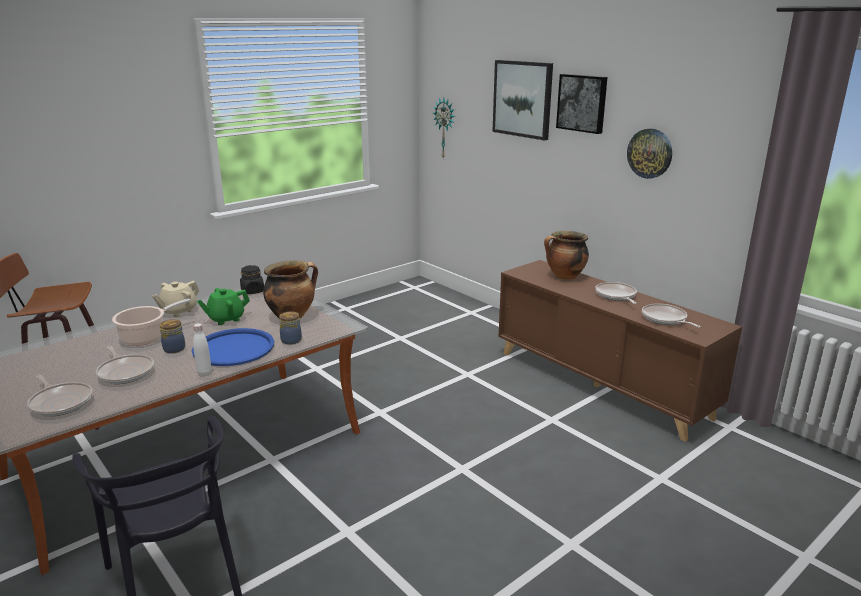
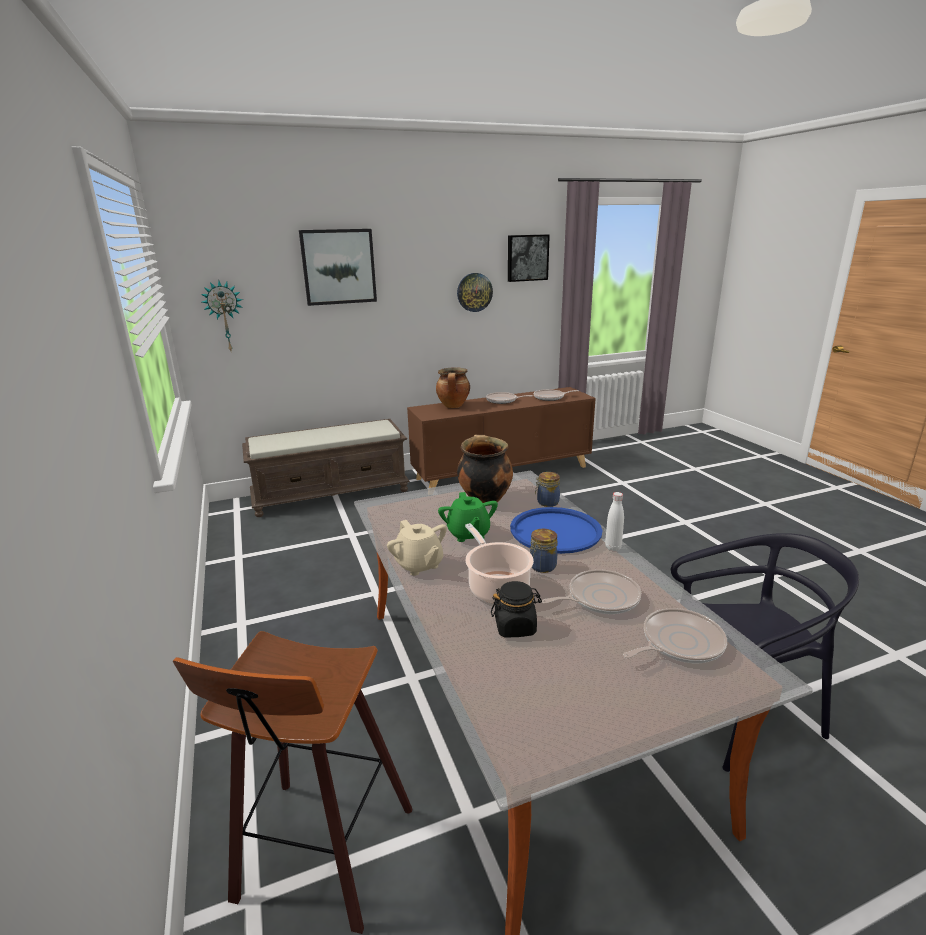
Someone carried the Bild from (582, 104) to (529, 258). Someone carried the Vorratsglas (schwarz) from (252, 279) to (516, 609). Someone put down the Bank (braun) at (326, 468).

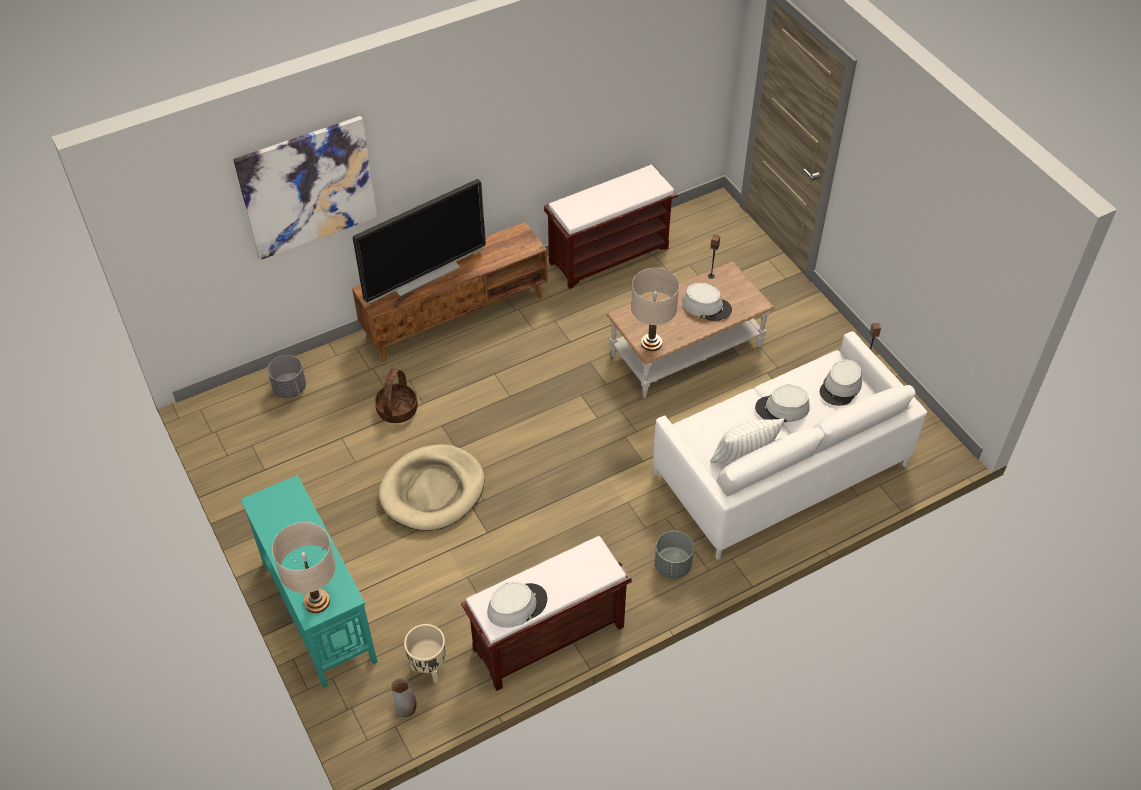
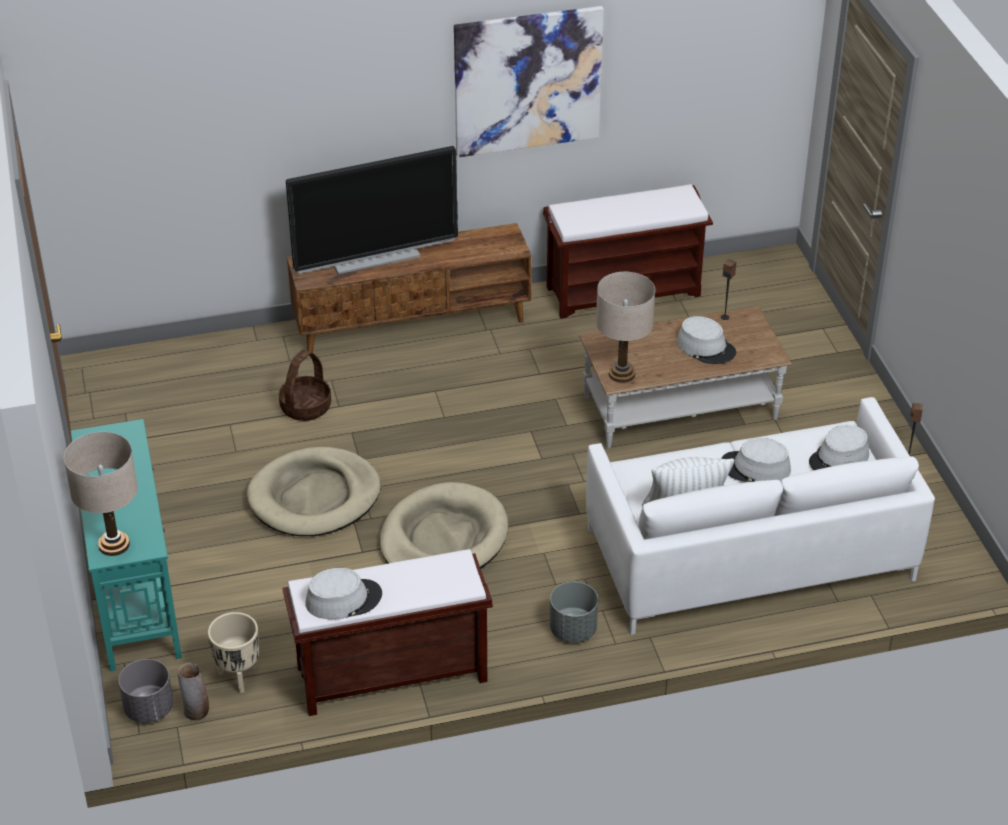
Someone carried the Bild from (305, 188) to (529, 81). Someone carried the Pflanzkübel (grau) from (287, 376) to (145, 691). Someone put down the Hundebett (beige) at (443, 525).

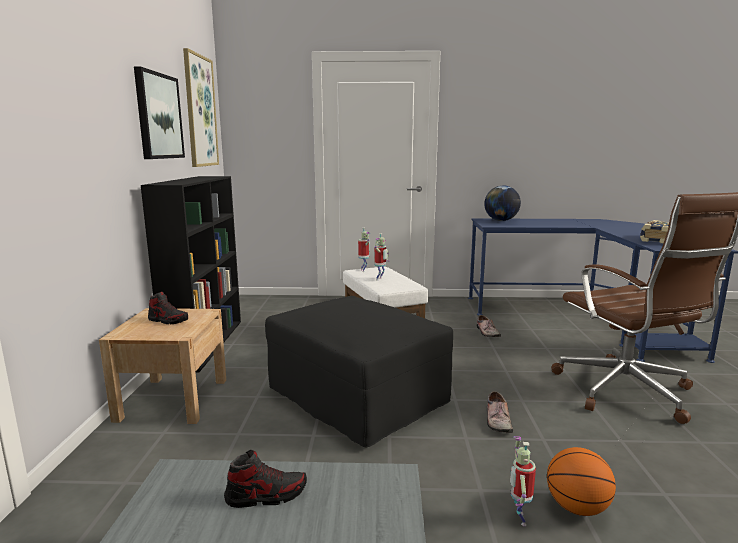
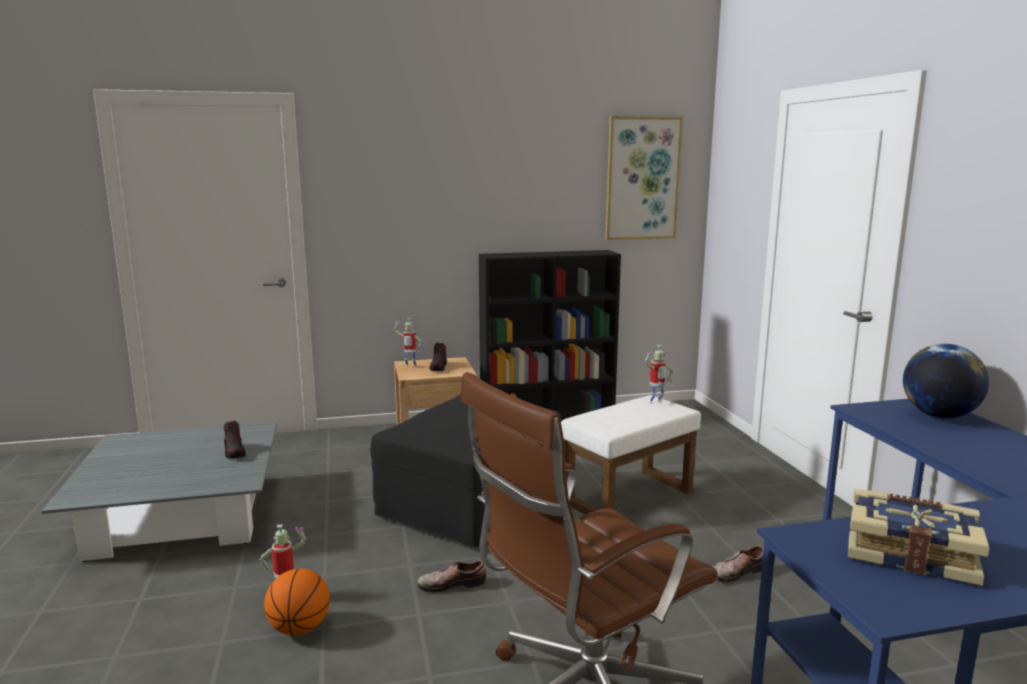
Someone took away the Bild at (159, 113). Someone carried the Spielzeugroboter from (381, 256) to (408, 342).

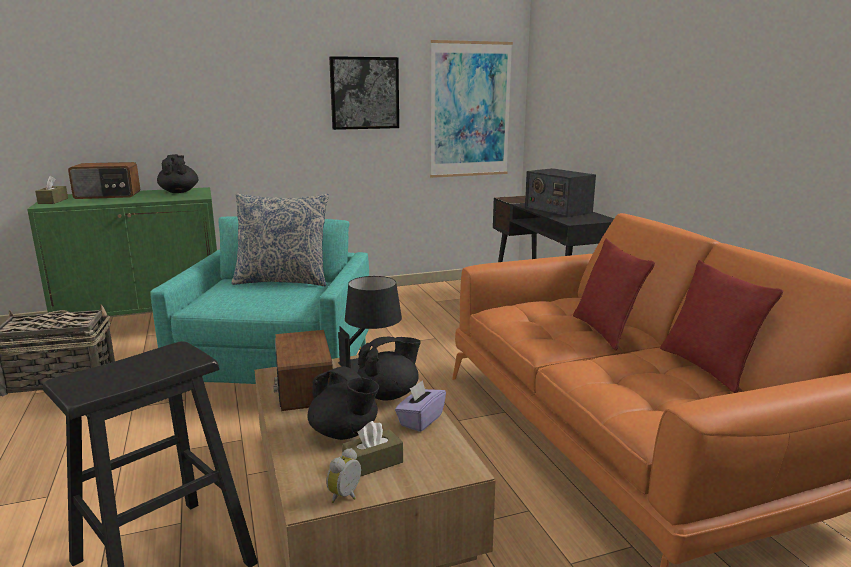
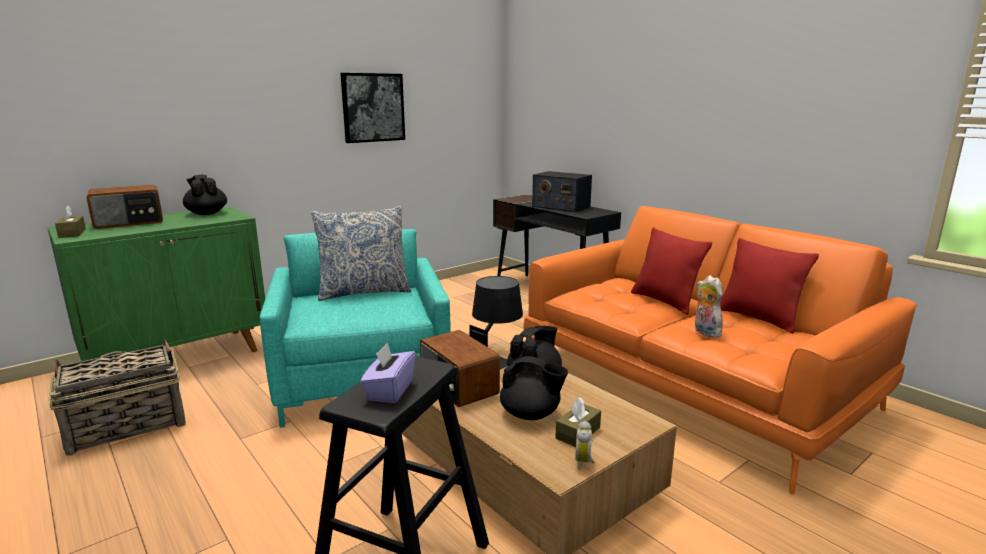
Someone took away the Bild at (471, 109). Someone carried the Taschentuchbox (lila) from (420, 406) to (388, 373). Someone put down the Plüschtier at (709, 306).

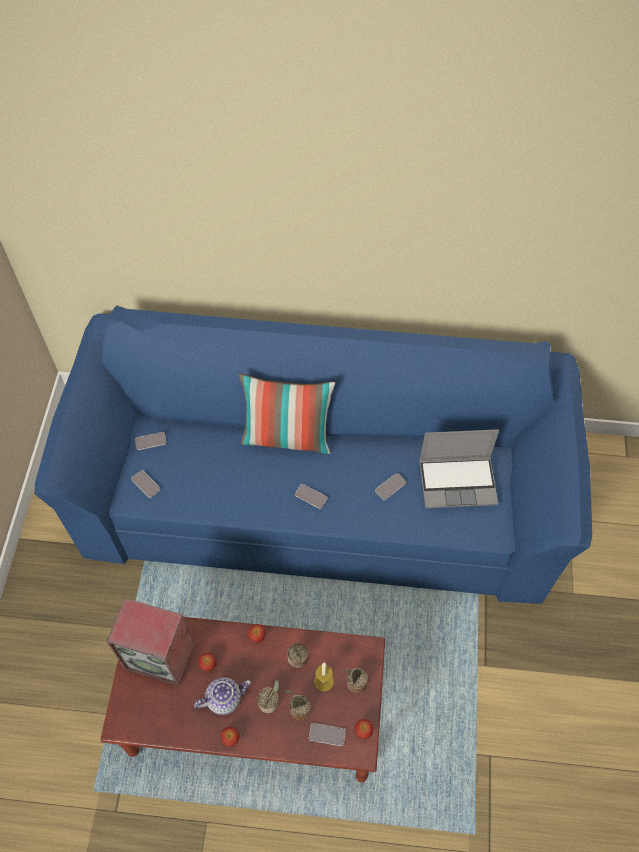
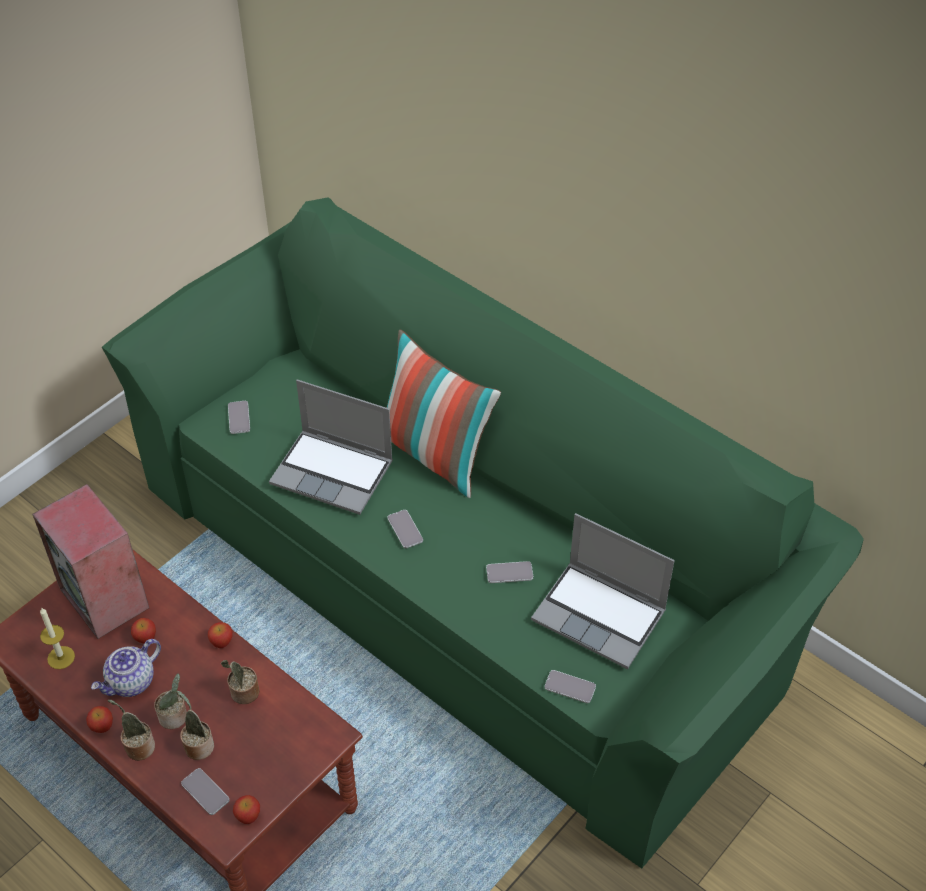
Someone repainted the Sofa (blau) at (313, 454), which became the Sofa (grün) at (483, 533). Someone carried the Handy from (150, 441) to (570, 686). Someone carried the Kerze from (324, 677) to (57, 638). Someone carried the Topfpflanze from (356, 681) to (131, 730). Someone rotated the Teekanne at (222, 696) by 120 degrees clockwise. Someone put down the Laptop at (331, 447).

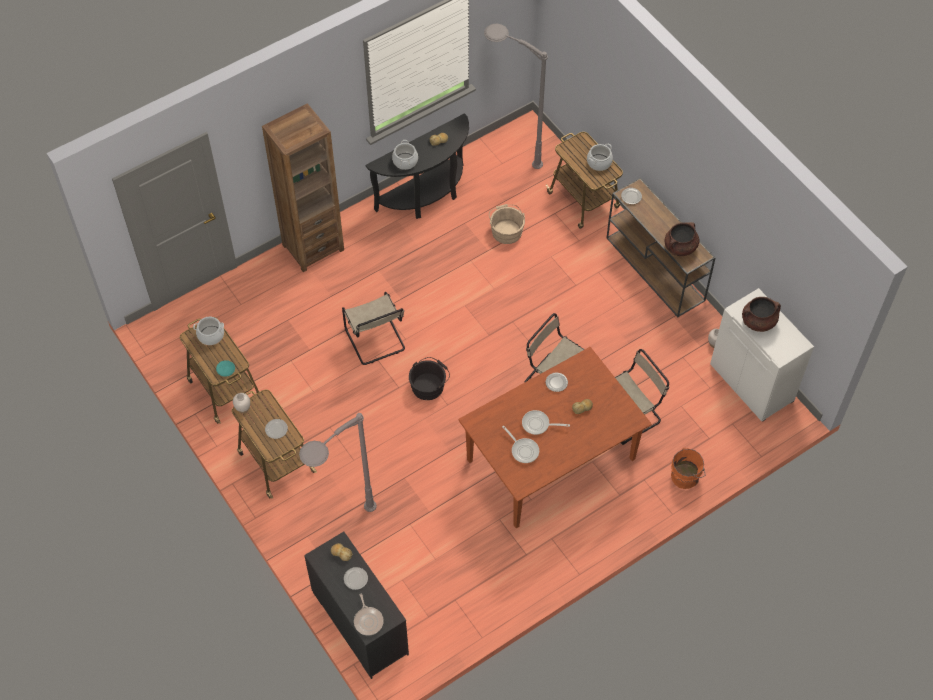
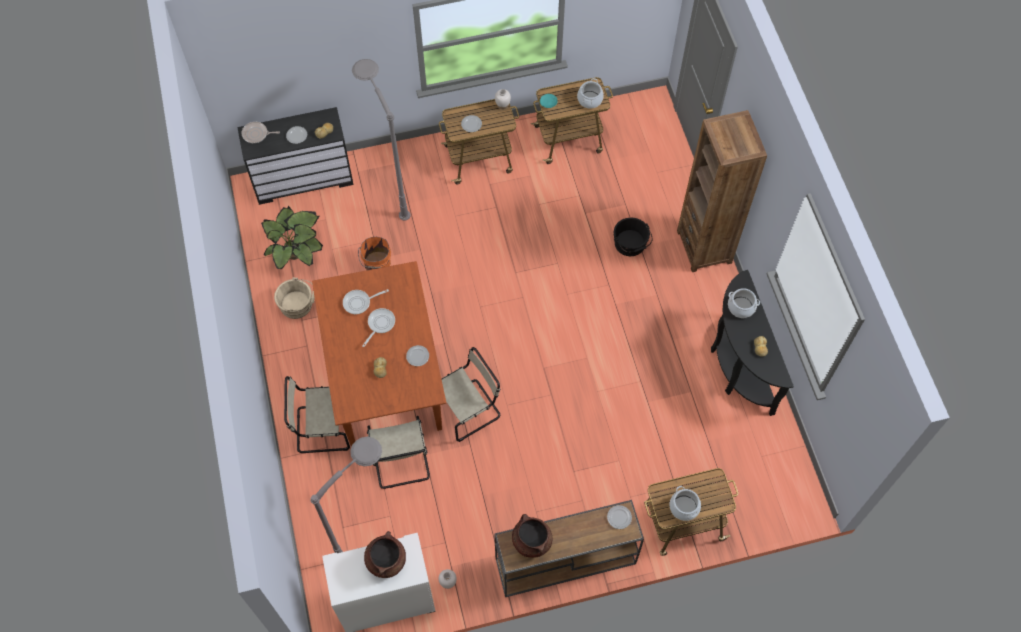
Someone carried the Stehlampe (grau) from (516, 96) to (346, 495). Someone carried the Eimer (beige) from (507, 224) to (294, 298). Someone carried the Stuhl (beige) from (373, 328) to (317, 414). Someone carried the Eimer (schwarz) from (429, 378) to (633, 237). Someone carried the Eimer (orange) from (688, 468) to (374, 253). Someone put down the Topfpflanze at (292, 237).

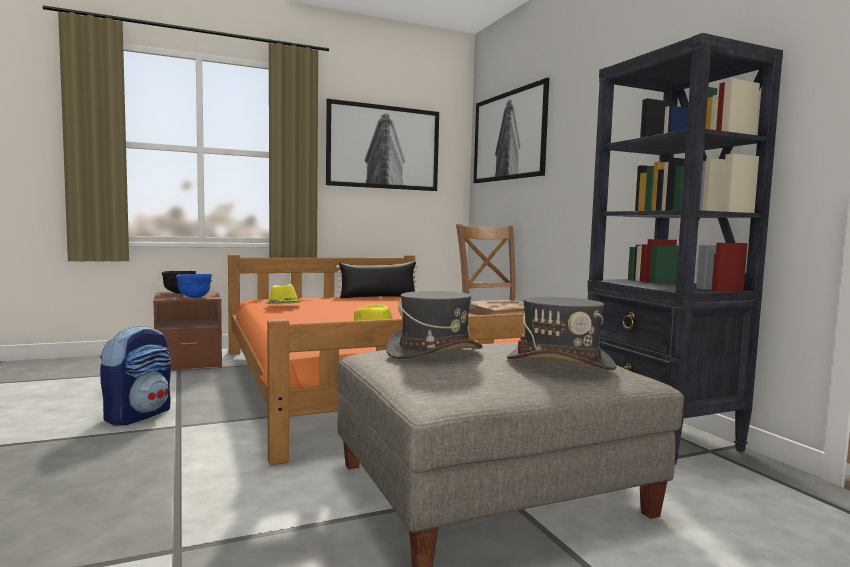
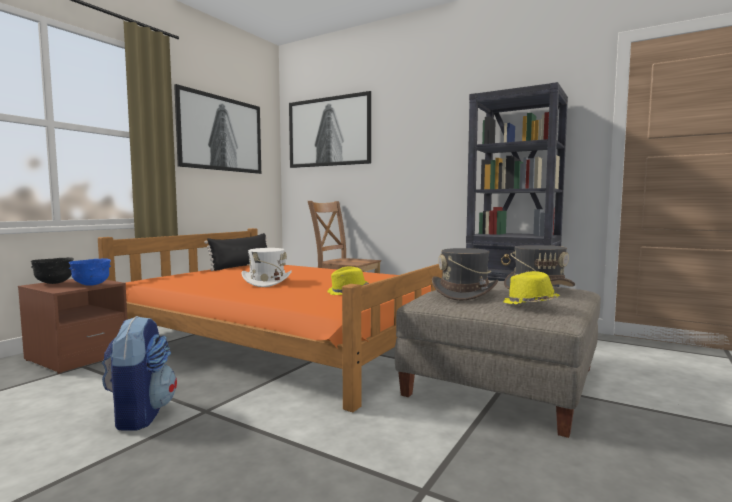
Someone carried the Hut (gelb) from (283, 294) to (531, 287). Someone put down the Hut (weiß) at (267, 267).

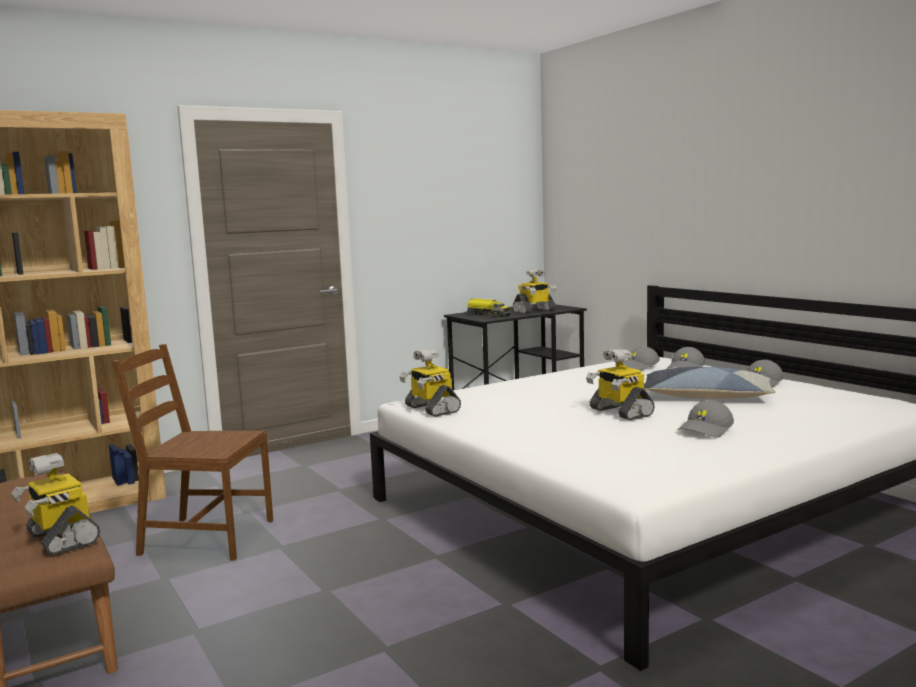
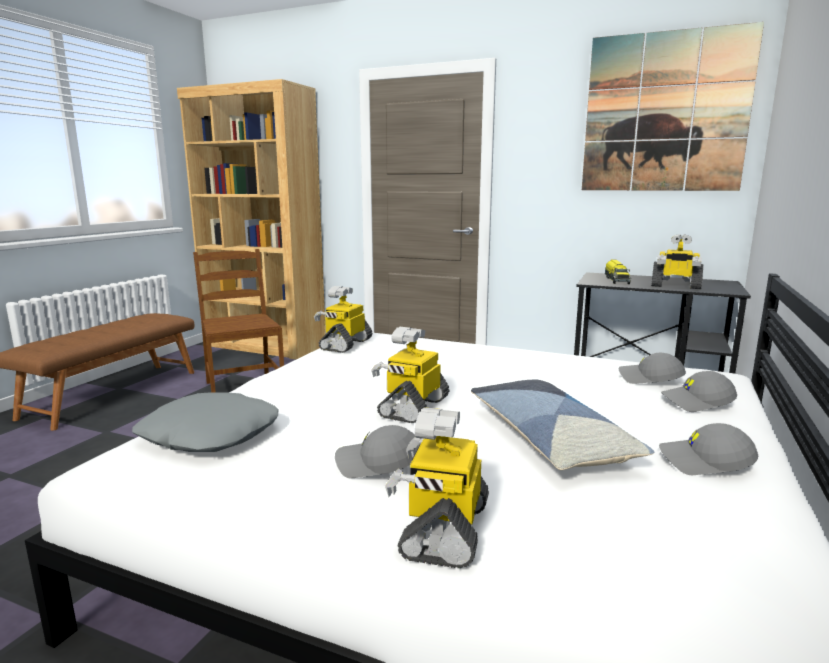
Someone carried the Spielzeugroboter from (55, 504) to (437, 487). Someone put up the Bild at (673, 106). Someone put down the Kissen (grau) at (205, 422).

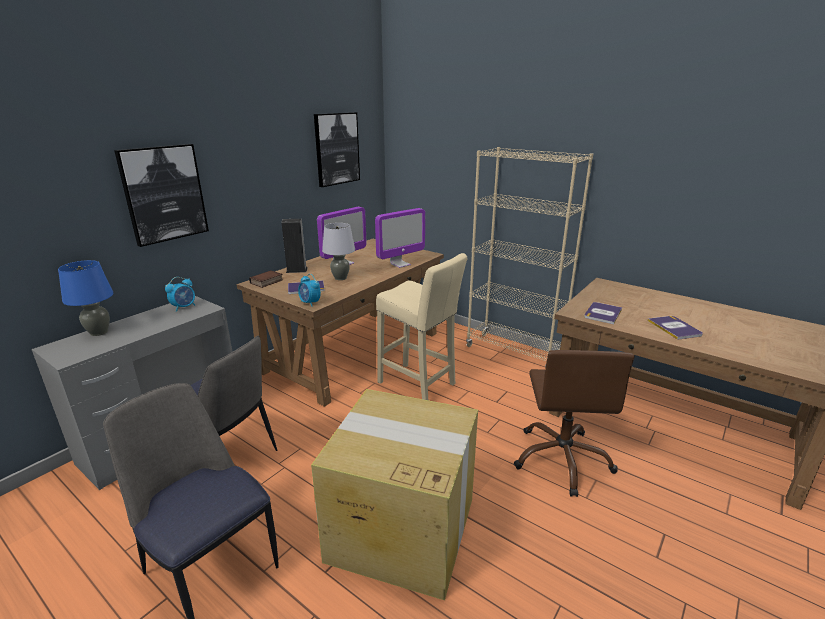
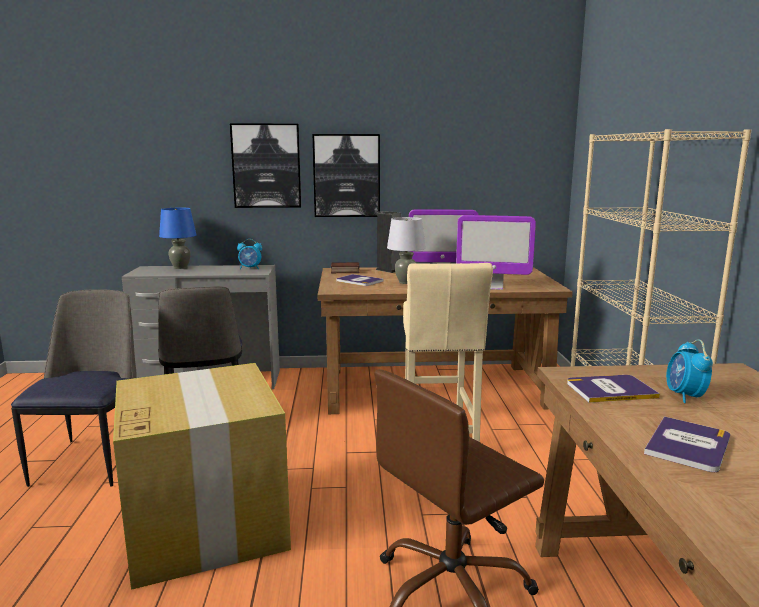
Someone carried the Bild from (337, 149) to (346, 175). Someone carried the Wecker from (309, 290) to (689, 371).

